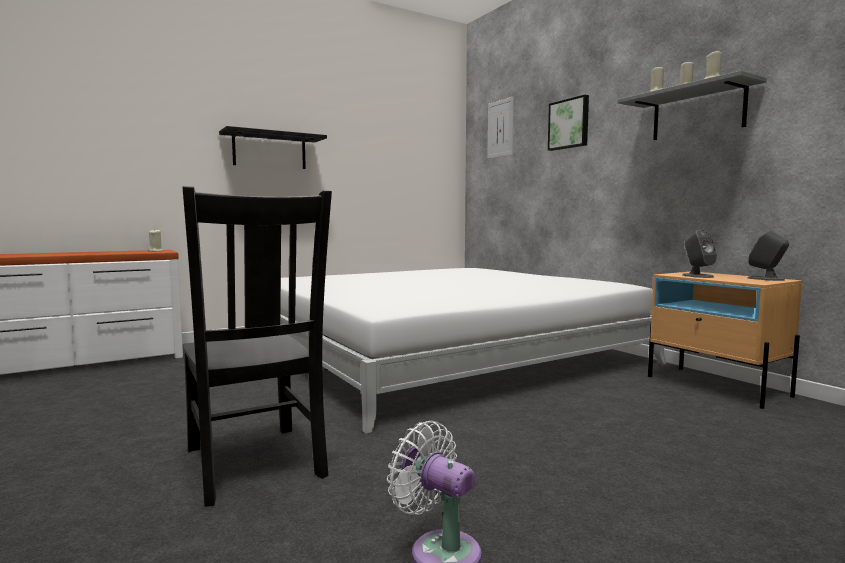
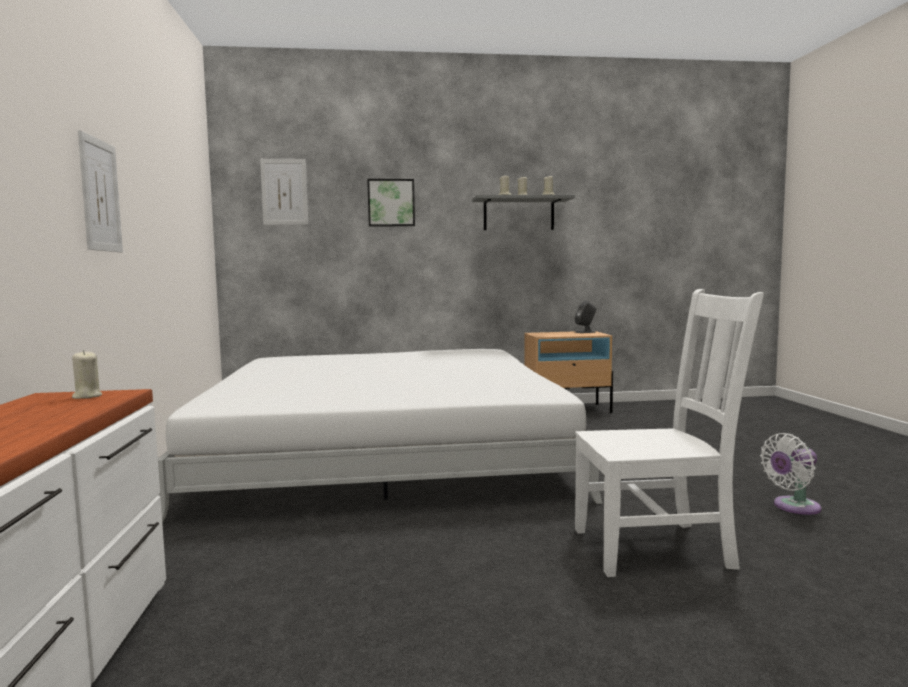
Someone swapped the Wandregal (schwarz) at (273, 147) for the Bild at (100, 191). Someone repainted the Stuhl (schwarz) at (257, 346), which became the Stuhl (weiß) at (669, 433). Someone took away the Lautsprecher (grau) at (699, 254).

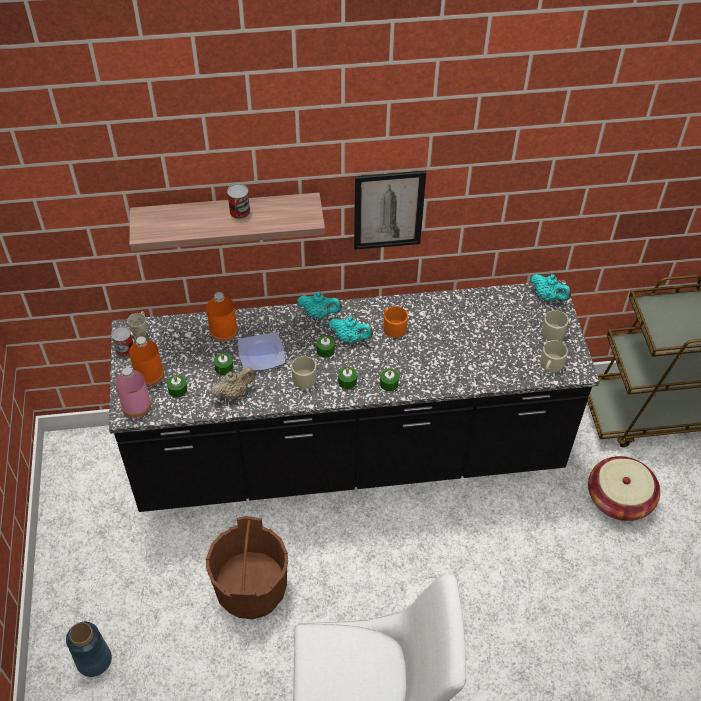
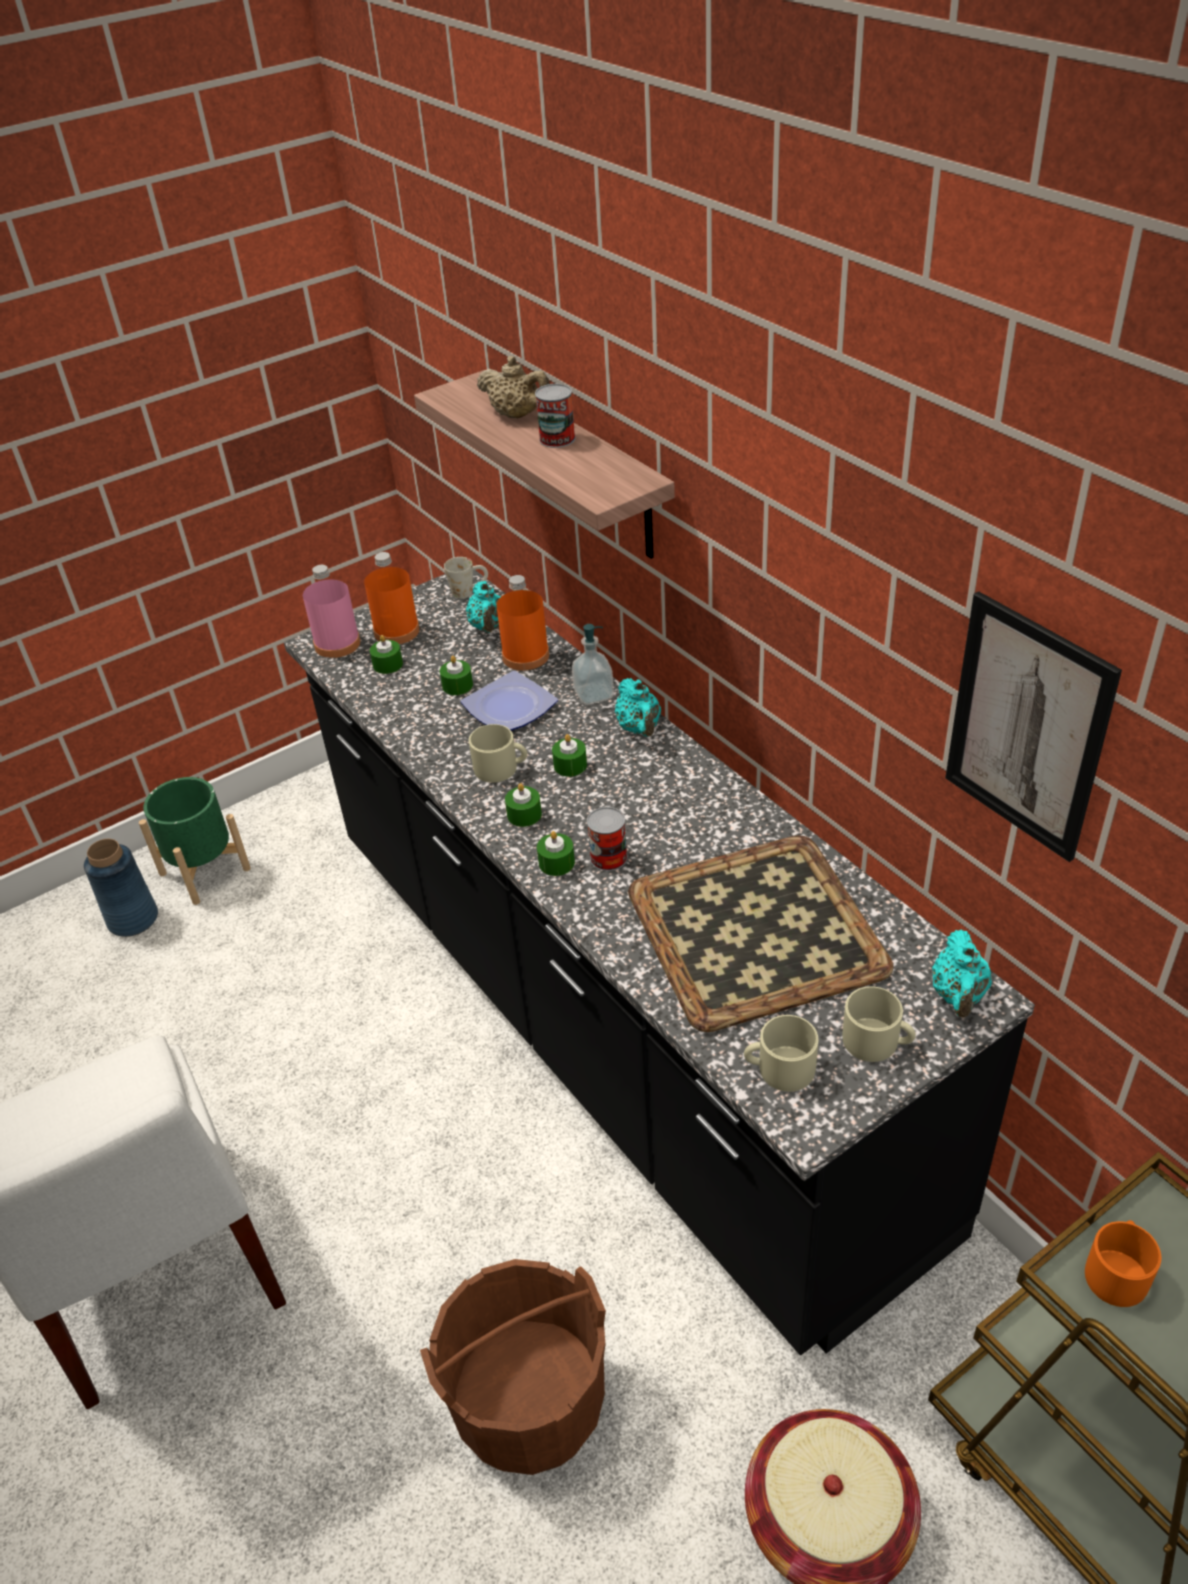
Someone carried the Bild from (390, 210) to (1033, 726). Someone carried the Henkelbecher (orange) from (396, 322) to (1123, 1263). Someone carried the Teekanne (türkis) from (351, 330) to (483, 607). Someone carried the Dose from (122, 341) to (607, 839). Someone carried the Teekanne (beige) from (232, 383) to (513, 387). Someone carried the Eimer (braun) from (247, 567) to (513, 1367). Someone put down the Seifenspender at (593, 664). Someone put down the Pflanzkübel (grün) at (195, 841). Someone put down the Tablett at (761, 933).

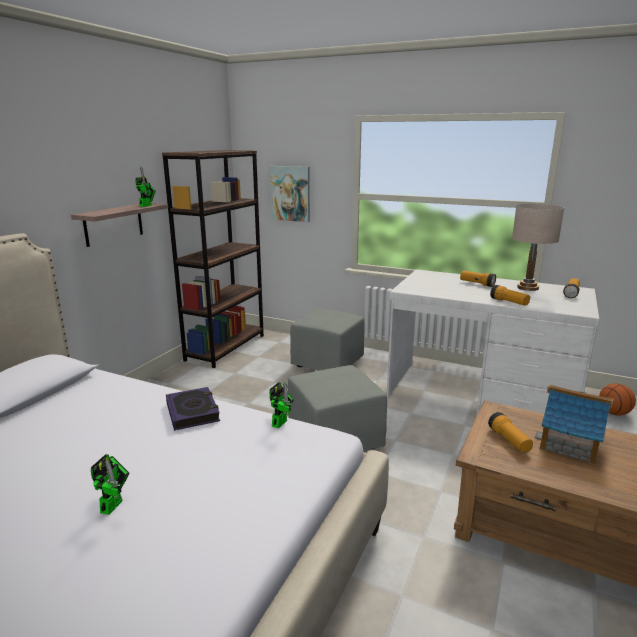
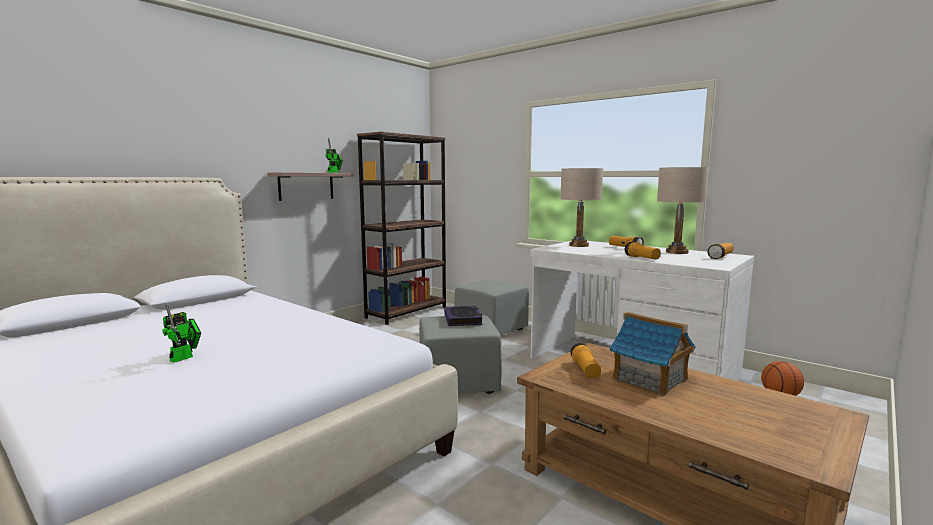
Someone took away the Bild at (290, 194). Someone took away the Spielzeugroboter at (282, 405). Someone carried the Buch from (193, 409) to (463, 316). Someone put down the Tischlampe (beige) at (581, 207).

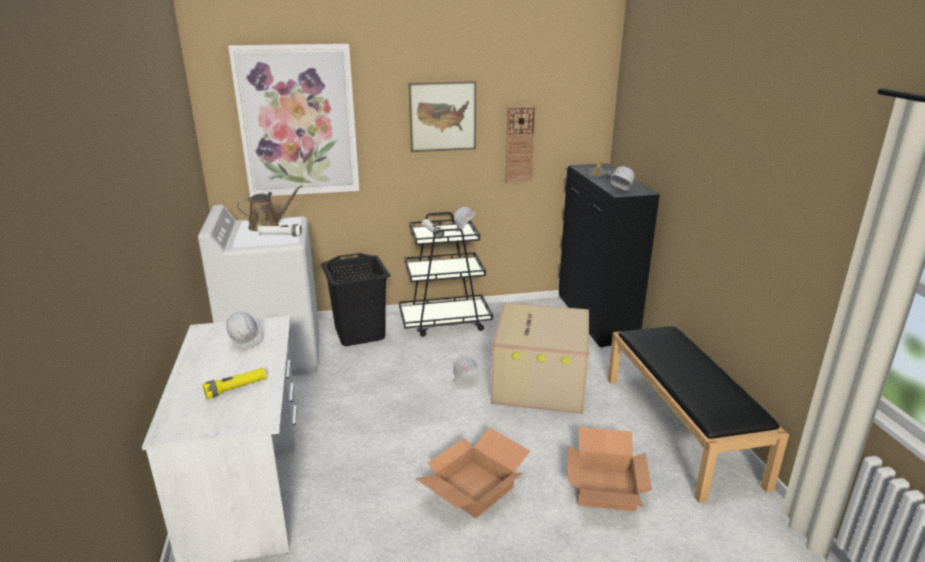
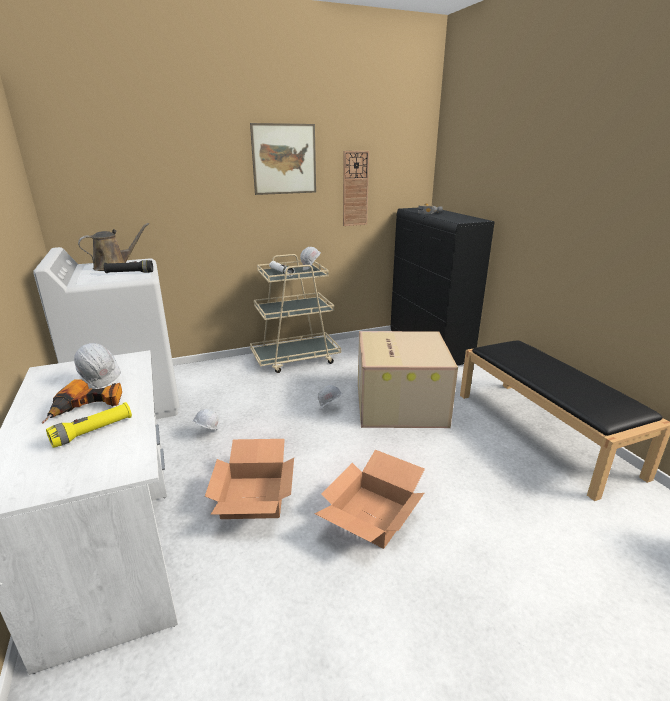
Someone took away the Bild at (294, 120). Someone carried the Schutzhelm (weiß) from (622, 178) to (205, 419). Someone repainted the Rollwagen (schwarz) at (446, 274), which became the Rollwagen (beige) at (295, 313). Someone repainted the Taschenlampe (weiß) at (279, 230), which became the Taschenlampe (schwarz) at (128, 266). Someone took away the Wäschekorb (schwarz) at (355, 299). Someone carried the Karton from (610, 469) to (249, 479). Someone put down the Bohrmaschine at (82, 401).

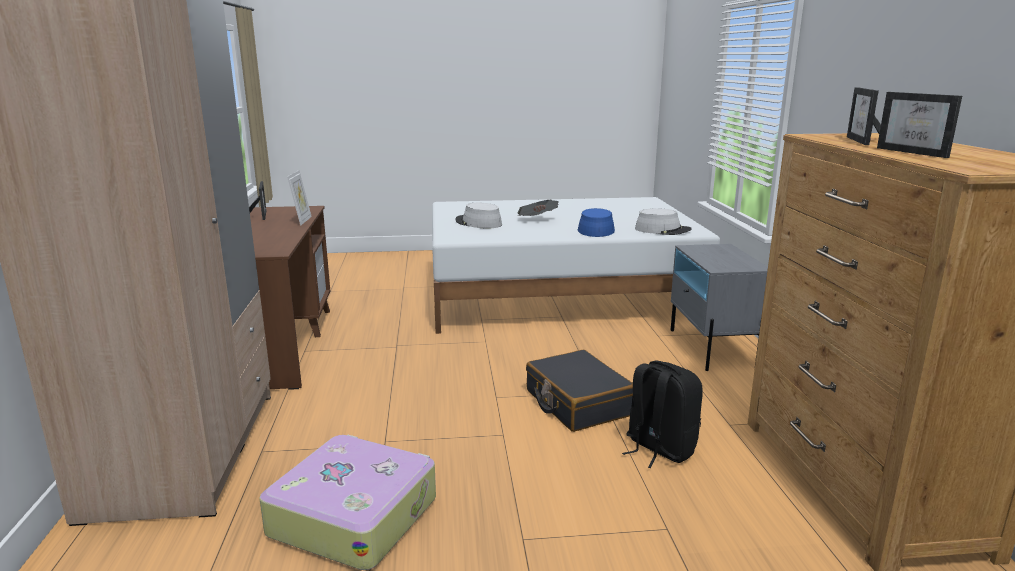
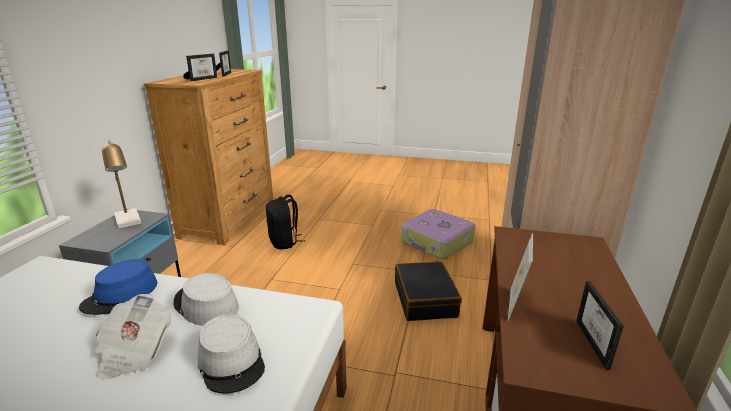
Someone carried the Hut (grau) from (663, 222) to (206, 299). Someone carried the Koffer (schwarz) from (579, 391) to (428, 291). Someone put down the Tischlampe at (122, 184).

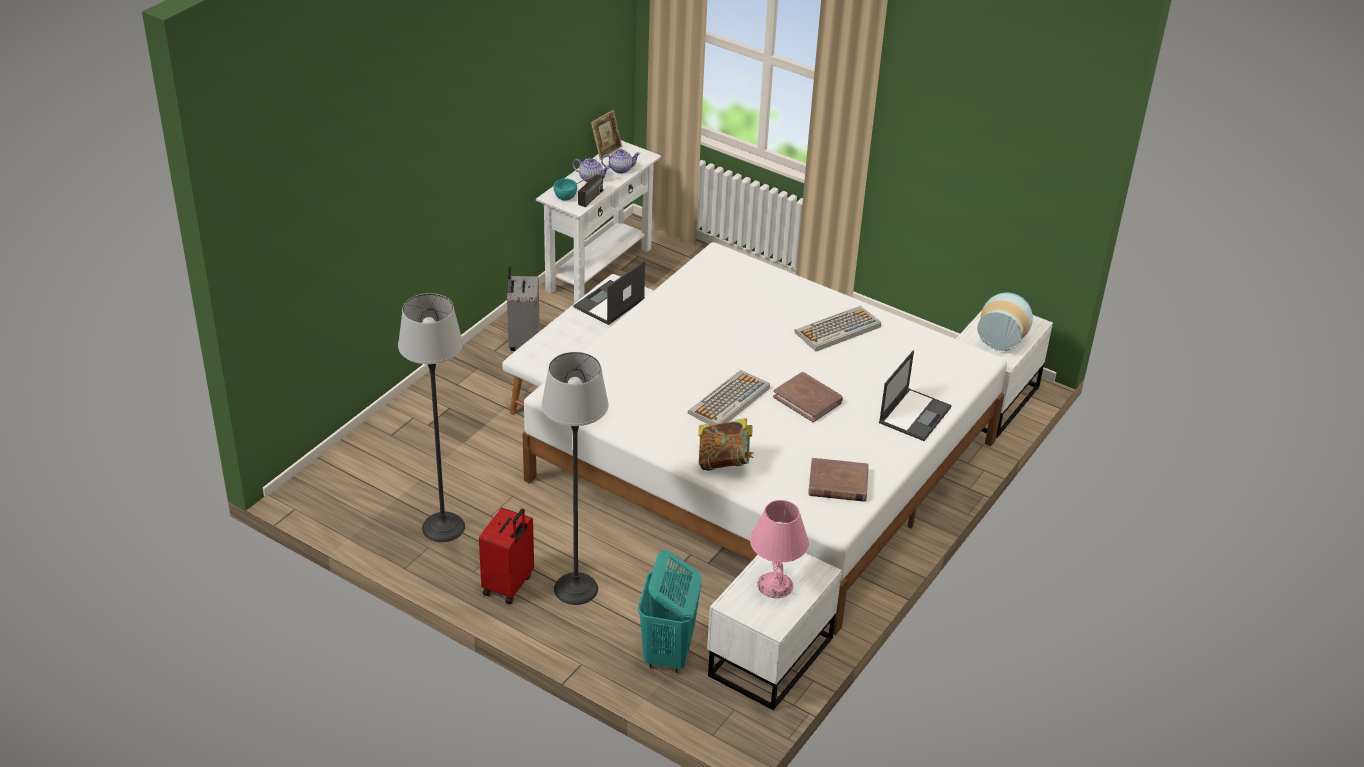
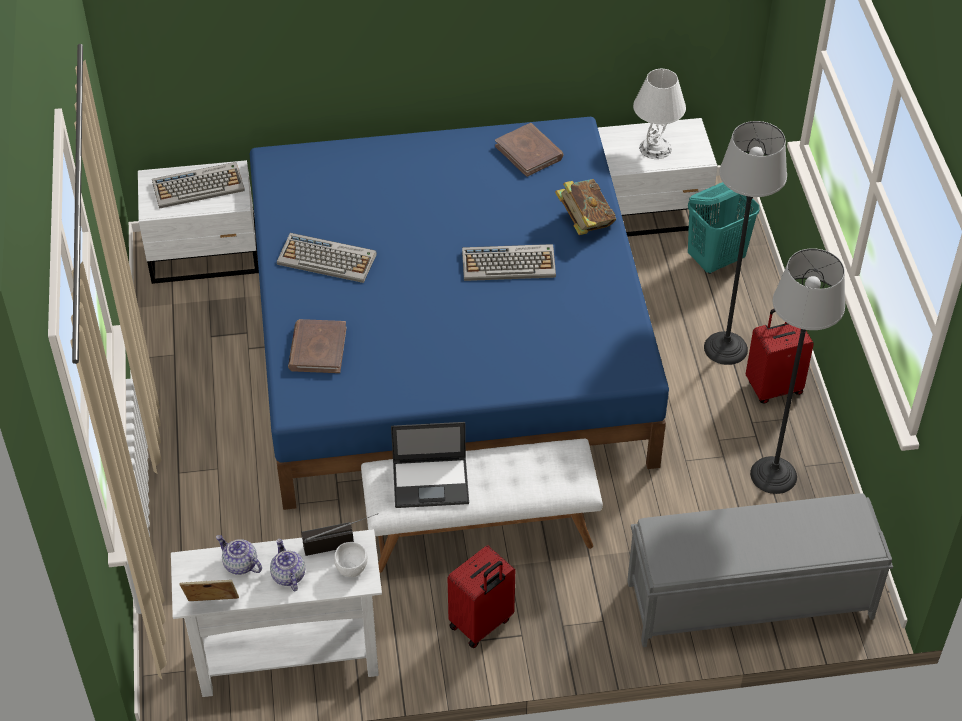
Someone repainted the Schüssel (türkis) at (565, 189), which became the Schüssel (weiß) at (351, 559). Someone repainted the Bett (weiß) at (764, 438), which became the Bett (blau) at (459, 313). Someone repainted the Koffer (grau) at (523, 309), which became the Koffer (rot) at (481, 596). Someone swapped the Vase at (1005, 322) for the Tastatur at (198, 185). Someone took away the Laptop at (915, 395). Someone carried the Buch (braun) from (808, 397) to (317, 346). Someone repainted the Tischlampe (rosa) at (779, 549), which became the Tischlampe (weiß) at (659, 114). Someone put down the Bank (grau) at (760, 570).

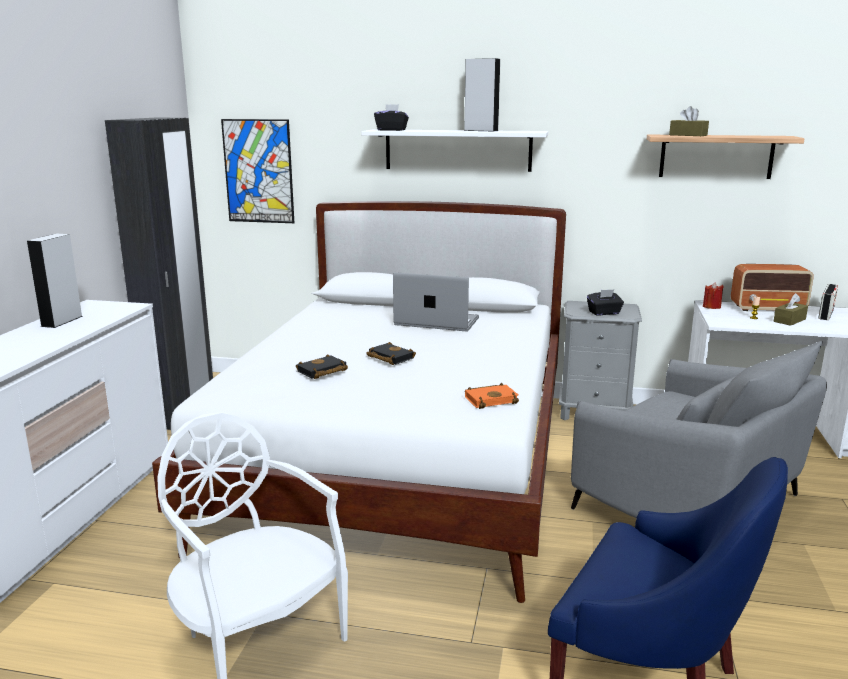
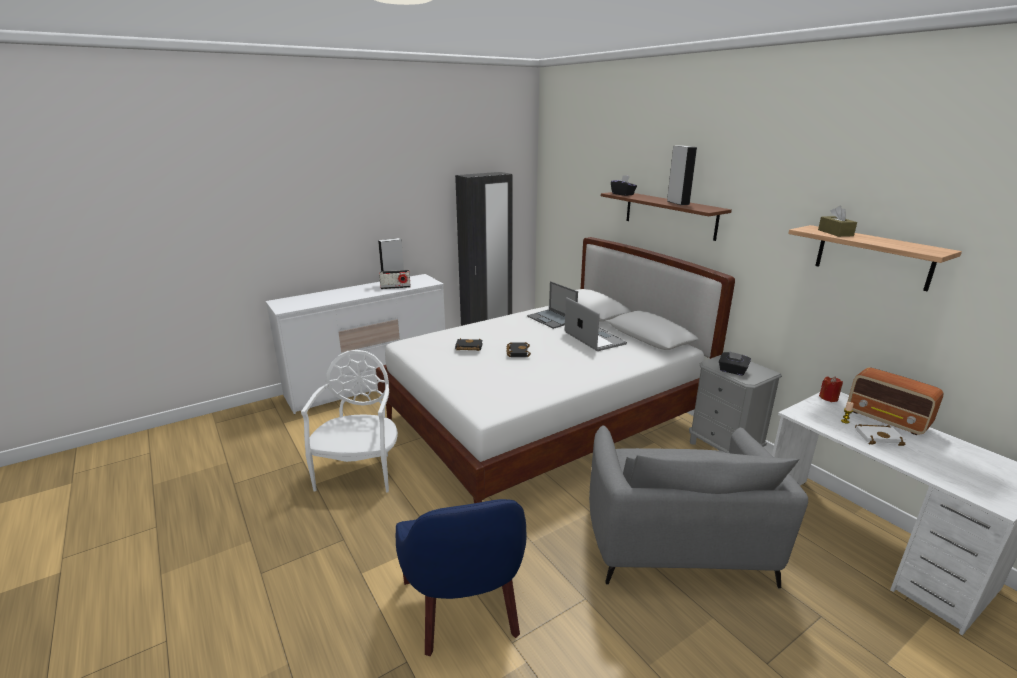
Someone took away the Bild at (257, 171). Someone repainted the Wandregal (weiß) at (455, 150), which became the Wandregal (braun) at (666, 216). Someone carried the Radio from (828, 302) to (395, 279). Someone swapped the Taschentuchbox (braun) at (790, 309) for the Buch (weiß) at (880, 435). Someone took away the Buch (orange) at (492, 396). Someone put down the Laptop at (552, 305).

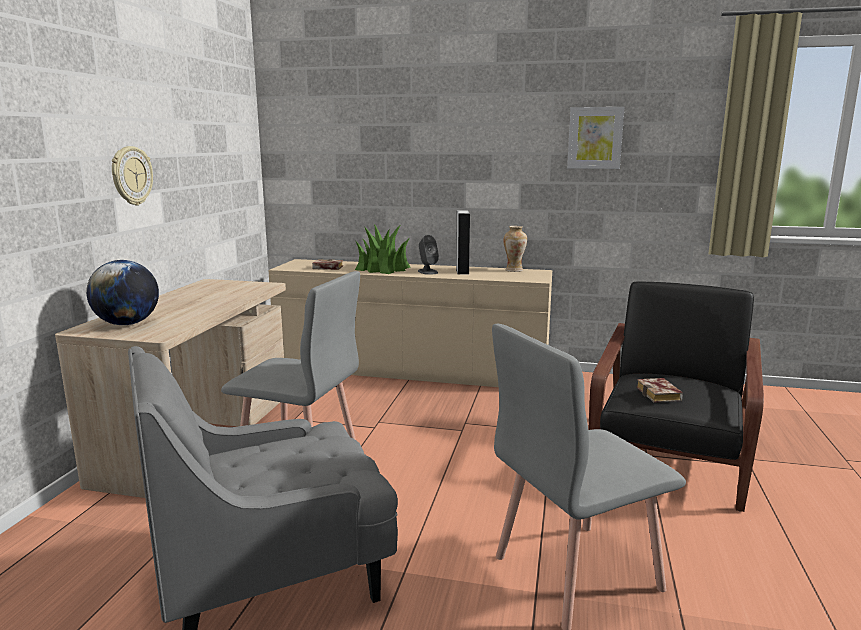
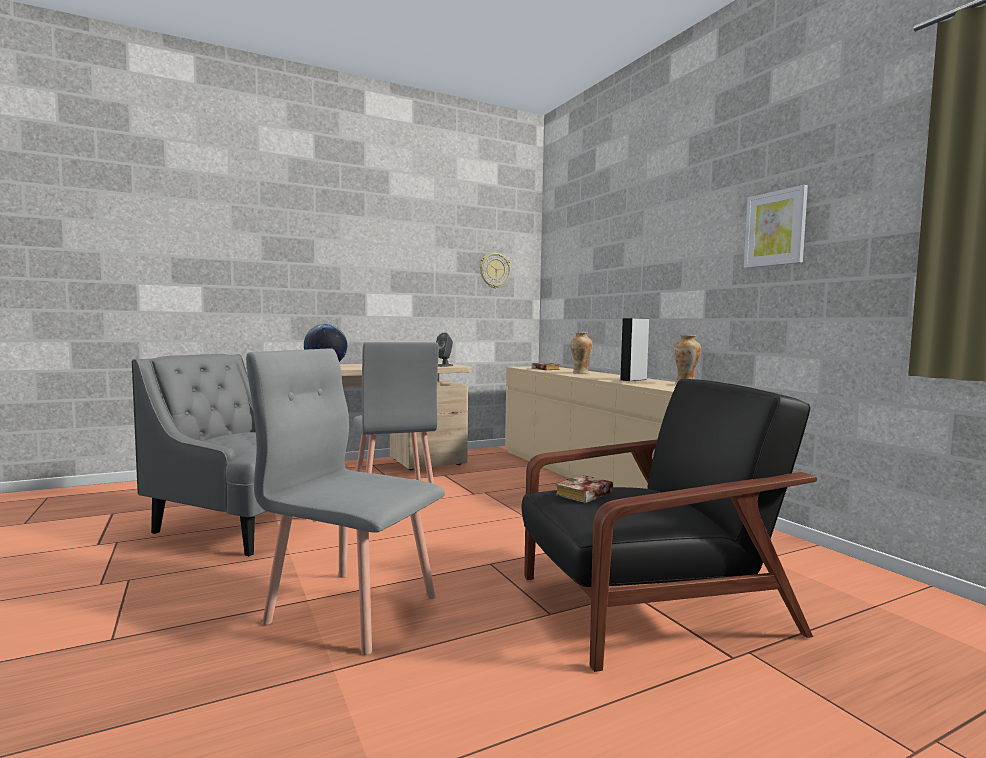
Someone carried the Wanduhr from (132, 176) to (495, 270). Someone swapped the Topfpflanze at (383, 249) for the Vase at (581, 353). Someone carried the Lautsprecher (grau) from (428, 255) to (444, 349).

